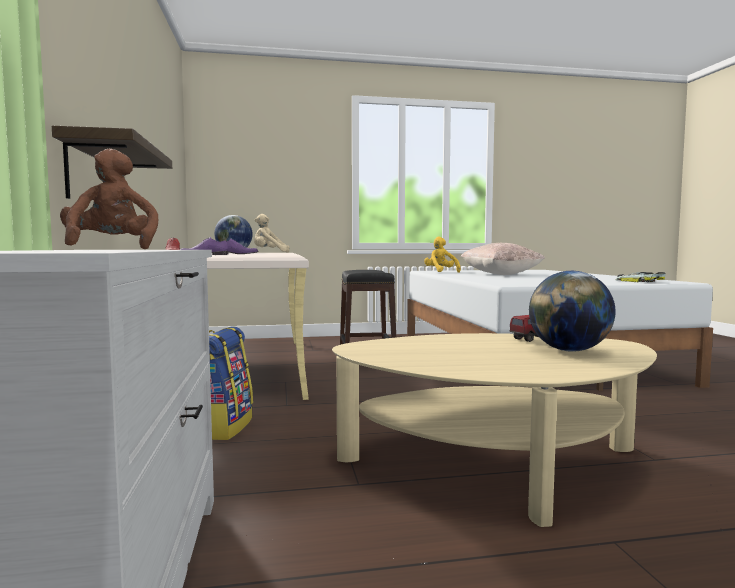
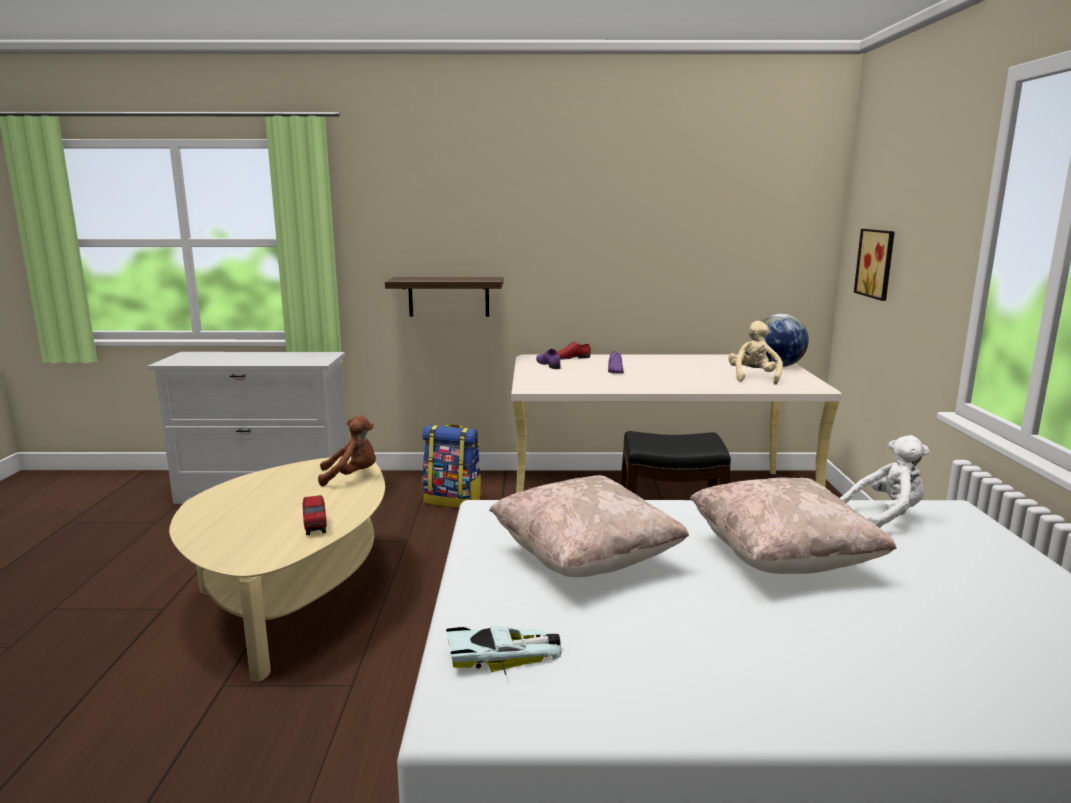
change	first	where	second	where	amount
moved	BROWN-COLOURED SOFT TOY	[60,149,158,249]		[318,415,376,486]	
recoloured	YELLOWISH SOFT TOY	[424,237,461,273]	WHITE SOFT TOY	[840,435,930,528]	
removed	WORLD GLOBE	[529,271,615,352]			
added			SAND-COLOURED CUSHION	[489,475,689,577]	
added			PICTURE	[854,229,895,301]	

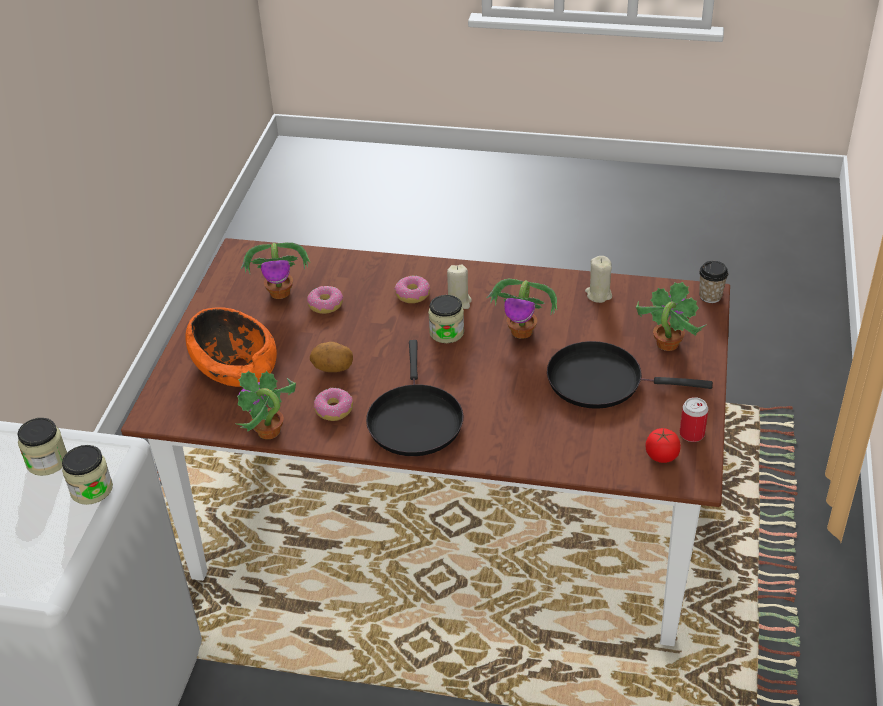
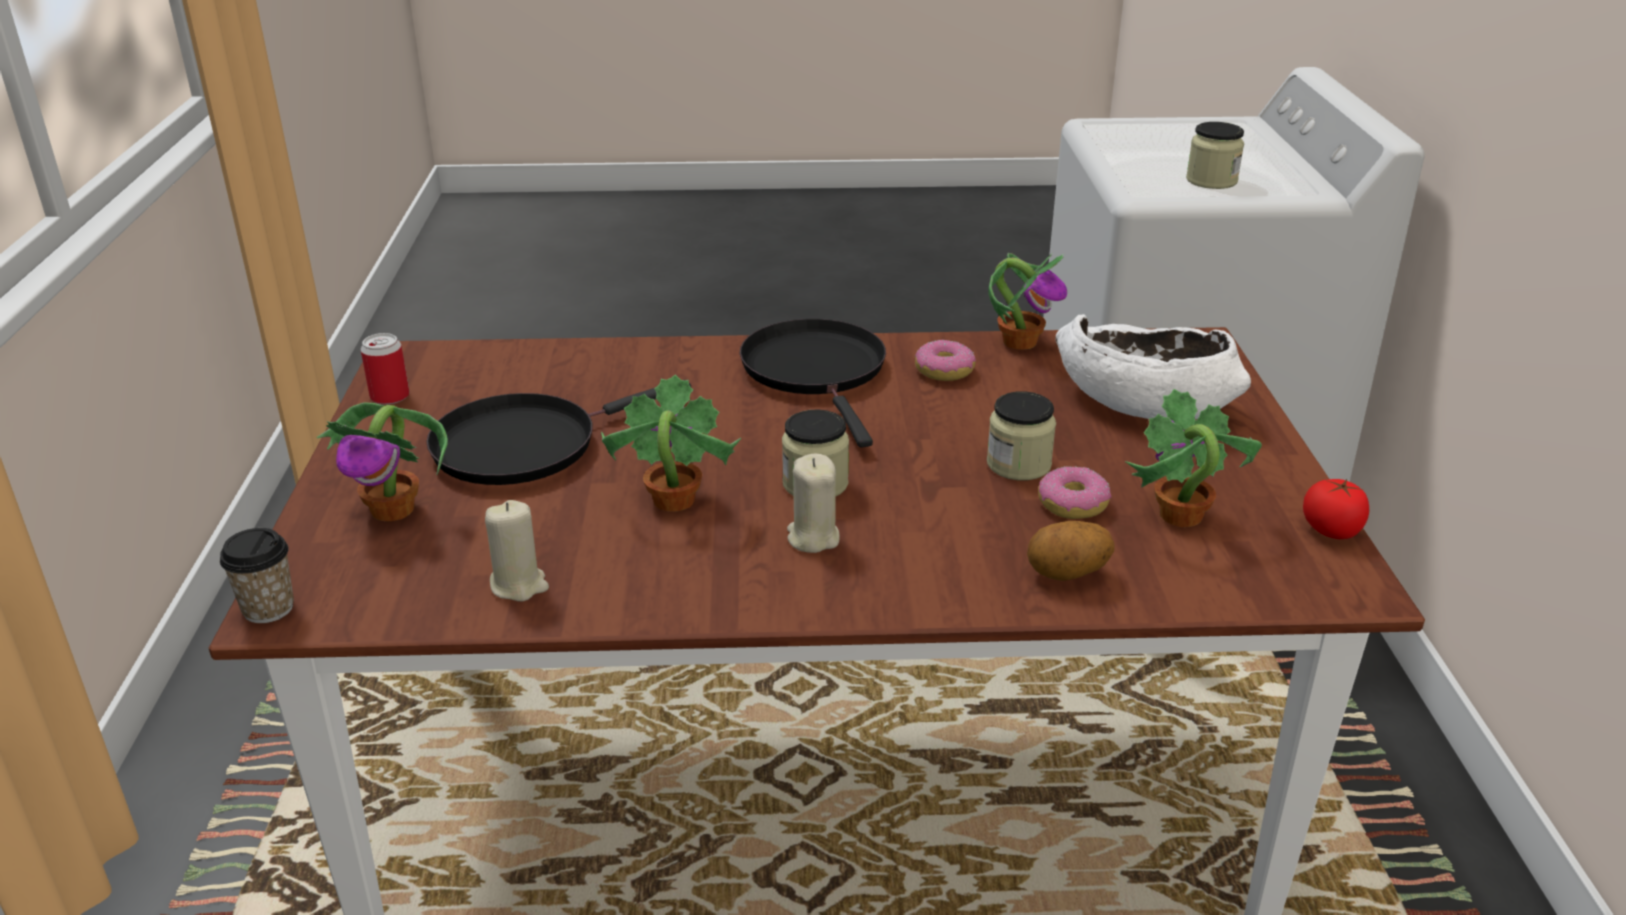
change	first	where	second	where	amount
moved	JAR	[62,445,113,505]		[987,391,1056,480]	
recoloured	ORANGE-COLOURED DEEP DISH	[185,307,277,387]	WHITE DEEP DISH	[1056,314,1251,421]	
moved	POTATO	[310,342,353,372]		[1027,521,1115,581]	
removed	RING DOUGHNUT	[394,275,430,303]			
turned	BLACK PAN	[547,341,713,409]		[426,383,691,485]	150 degrees clockwise
moved	FRESH TOMATO	[646,428,681,463]		[1303,479,1369,539]	

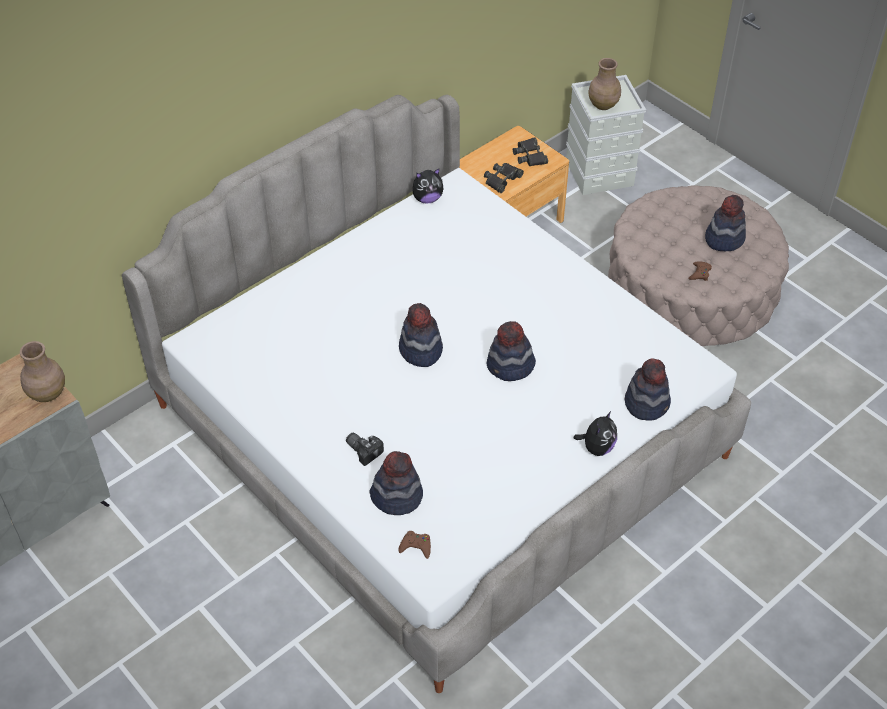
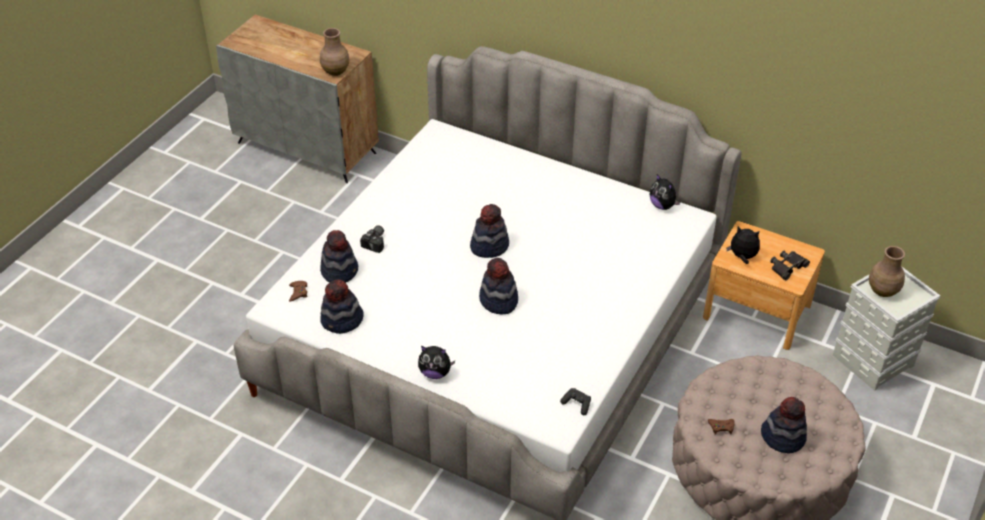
change	first	where	second	where	amount
replaced	BLACK BINOCULARS	[484,163,524,193]	SOFT TOY	[727,226,760,264]	
moved	HAT	[624,358,671,421]		[320,279,364,334]	
added			BLACK GAMEPAD	[560,388,591,415]	

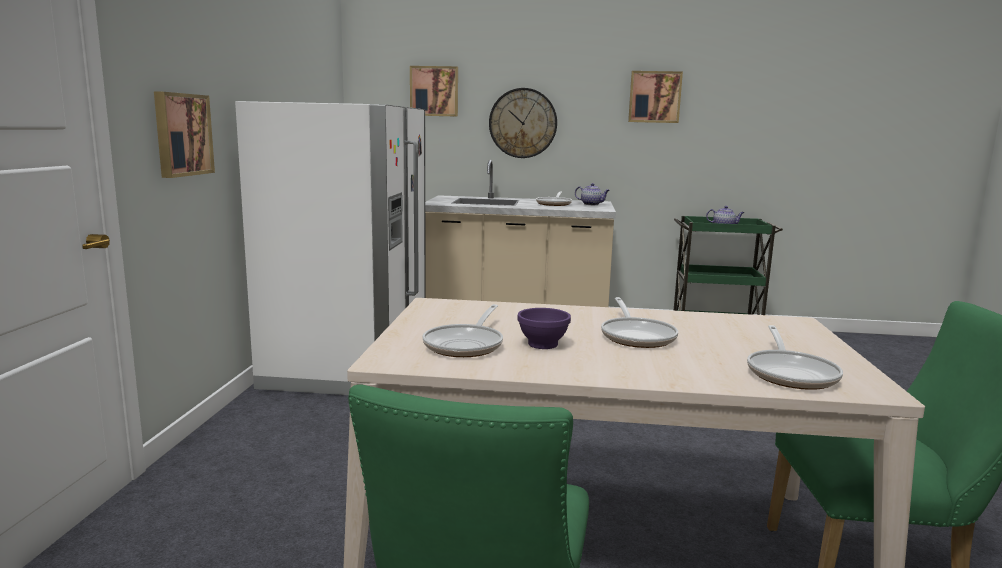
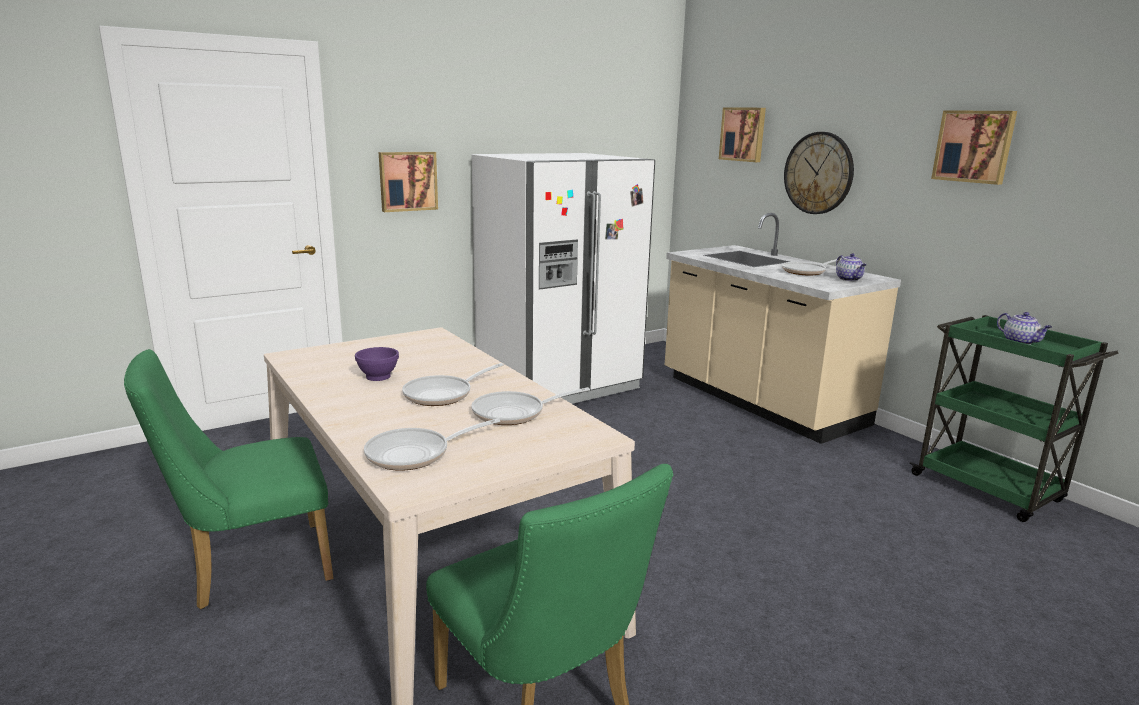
change	first	where	second	where	amount
moved	PAN	[422,304,503,357]		[472,387,590,425]	

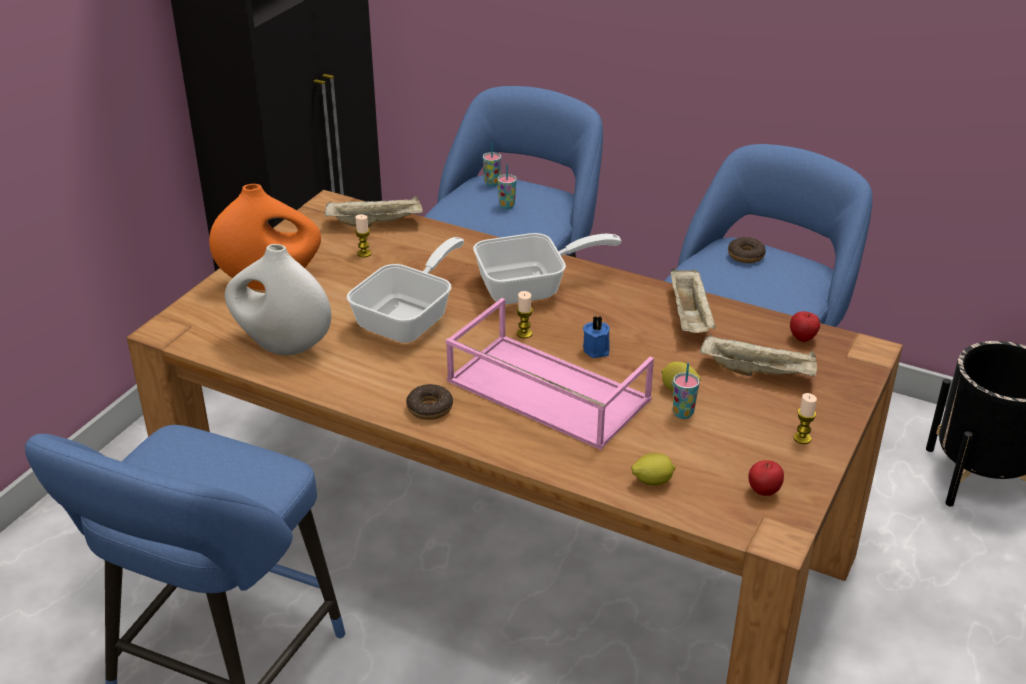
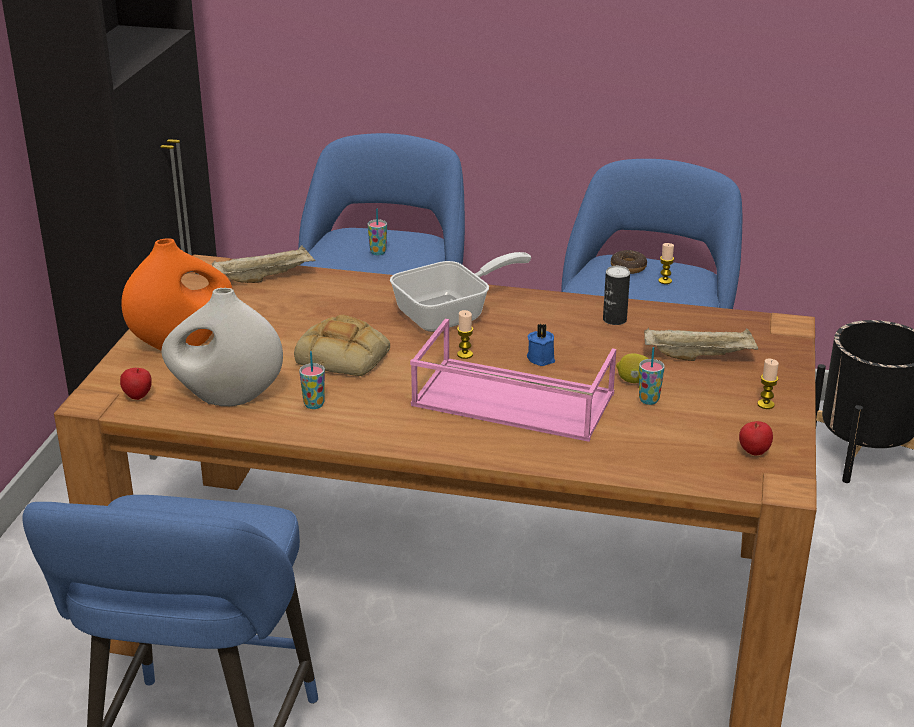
change	first	where	second	where	amount
replaced	PAN	[347,237,464,343]	BAKED BREAD	[294,314,390,377]	
moved	CANDLE	[355,214,372,257]		[658,243,674,284]	
removed	RING DOUGHNUT	[406,384,453,420]			
moved	SMALL CUP	[483,142,501,186]		[299,351,325,409]	
removed	CITRUS FRUIT	[631,453,676,486]			
replaced	SAND-COLOURED TRAY	[671,268,716,333]	SEALED CAN	[603,266,630,325]	
moved	APPLE FRUIT	[790,311,820,342]		[120,368,152,400]	

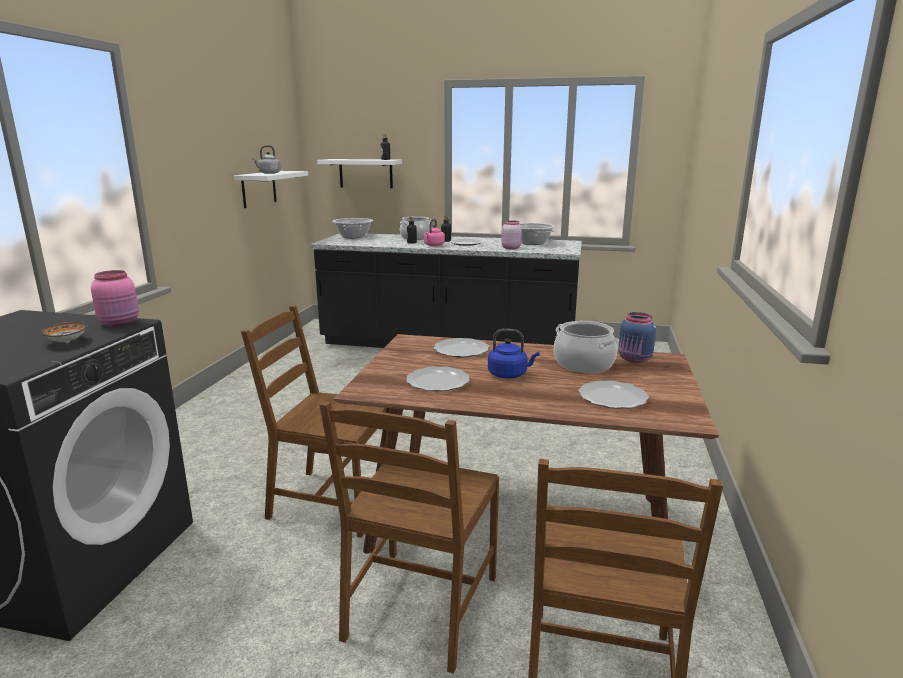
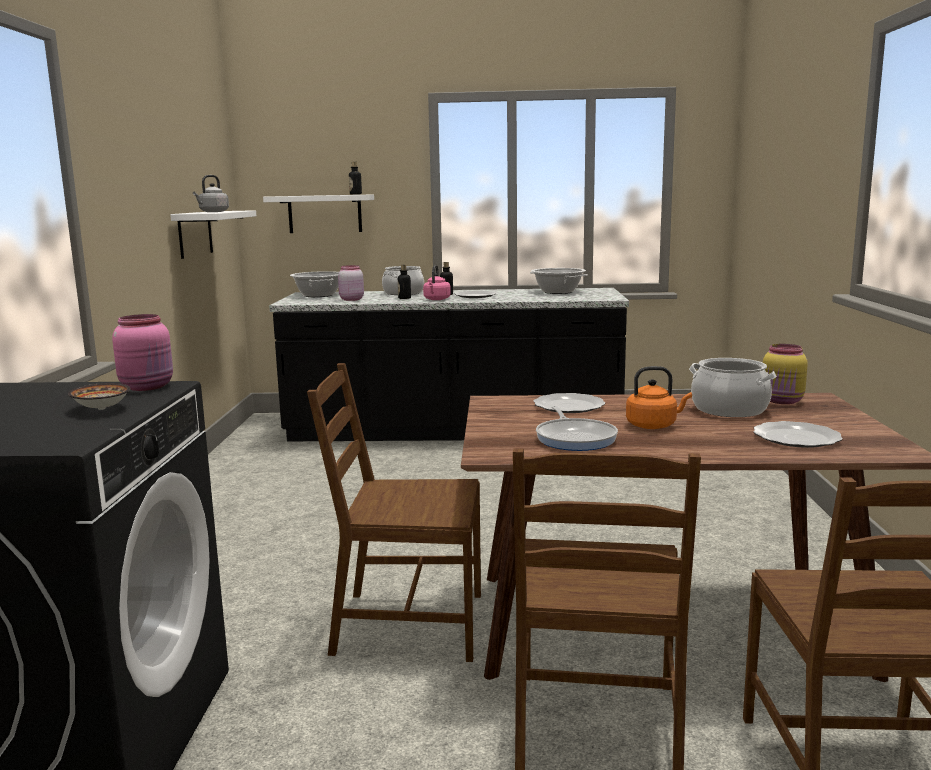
change	first	where	second	where	amount
replaced	PLATE	[406,366,470,391]	PAN	[536,406,618,451]	
recoloured	BLUE TEA KETTLE	[488,329,540,378]	ORANGE-COLOURED TEA KETTLE	[626,366,692,429]	
moved	PINK JAR	[501,220,522,249]		[338,265,364,301]	
recoloured	BLUE JAR	[618,312,656,363]	YELLOWISH JAR	[763,344,808,404]	

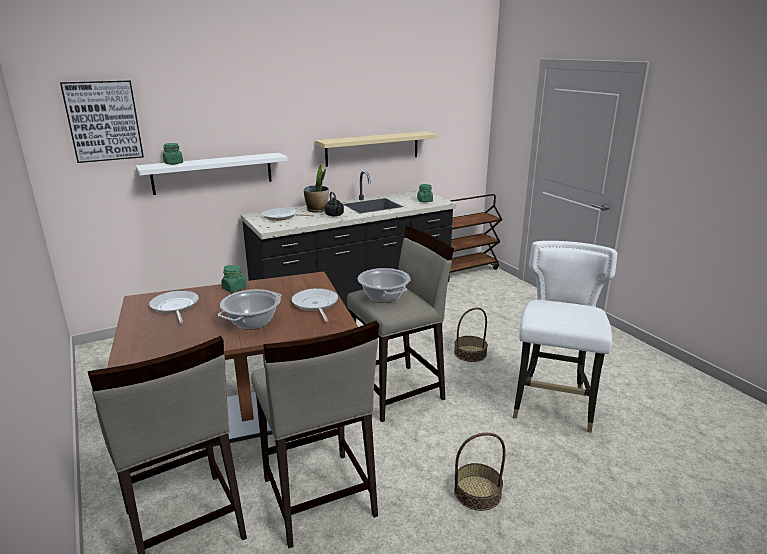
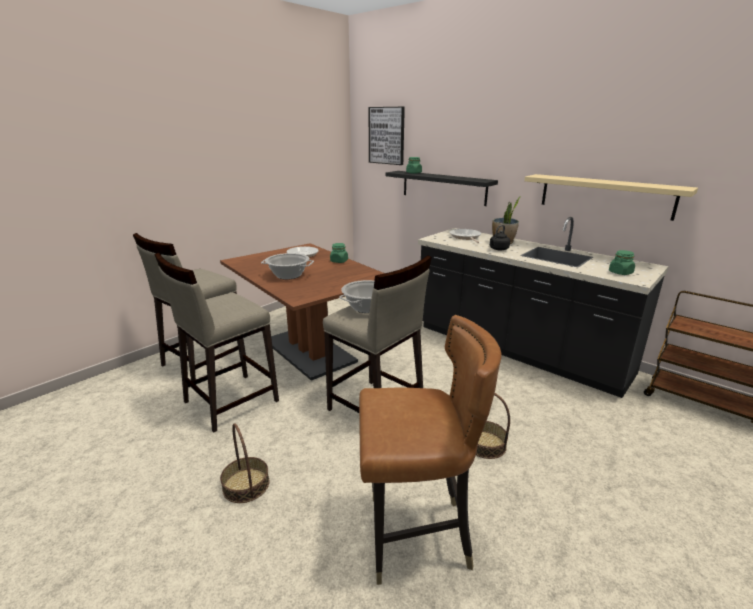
change	first	where	second	where	amount
recoloured	WHITE WALL SHELF	[136,153,288,195]	BLACK WALL SHELF	[385,171,498,206]	
removed	PAN	[292,288,338,322]			
recoloured	WHITE UPRIGHT CHAIR	[513,241,617,433]	BROWN-COLOURED UPRIGHT CHAIR	[359,315,502,585]	

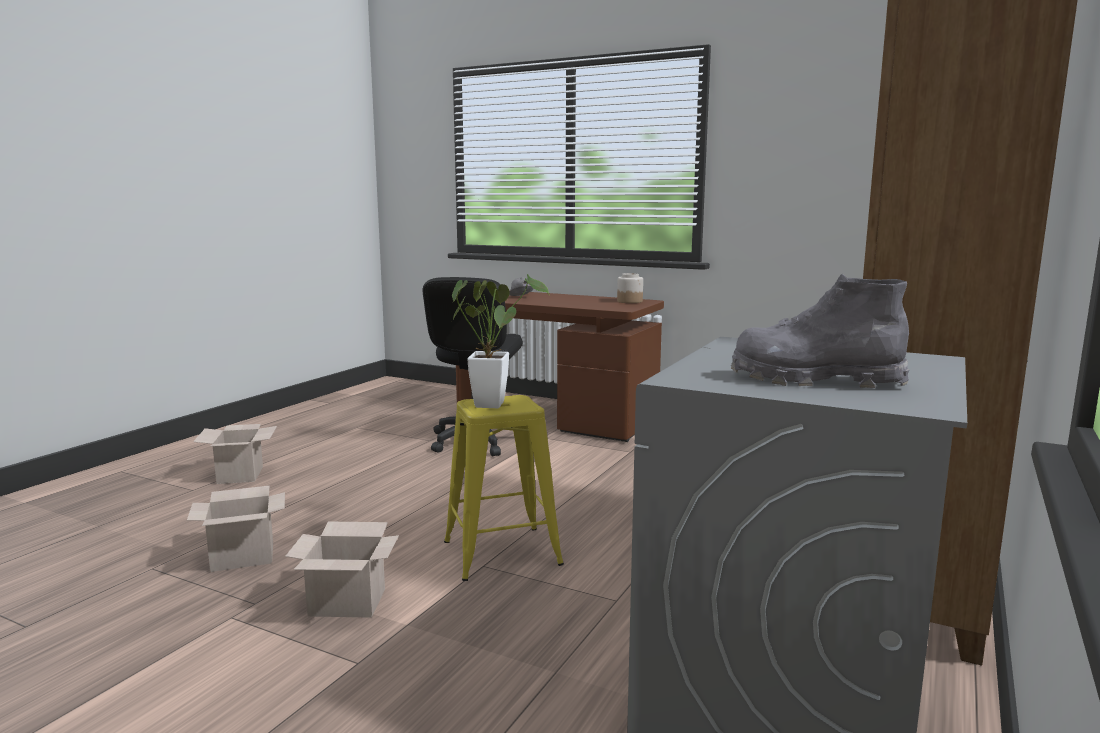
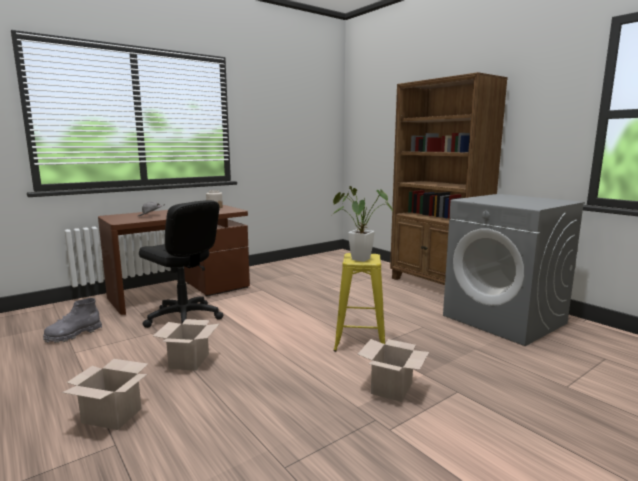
change	first	where	second	where	amount
moved	CARTON	[187,486,285,572]		[153,319,219,371]	
moved	GRAY HIGH-TOP BOOT	[731,274,909,388]		[43,298,102,343]	

